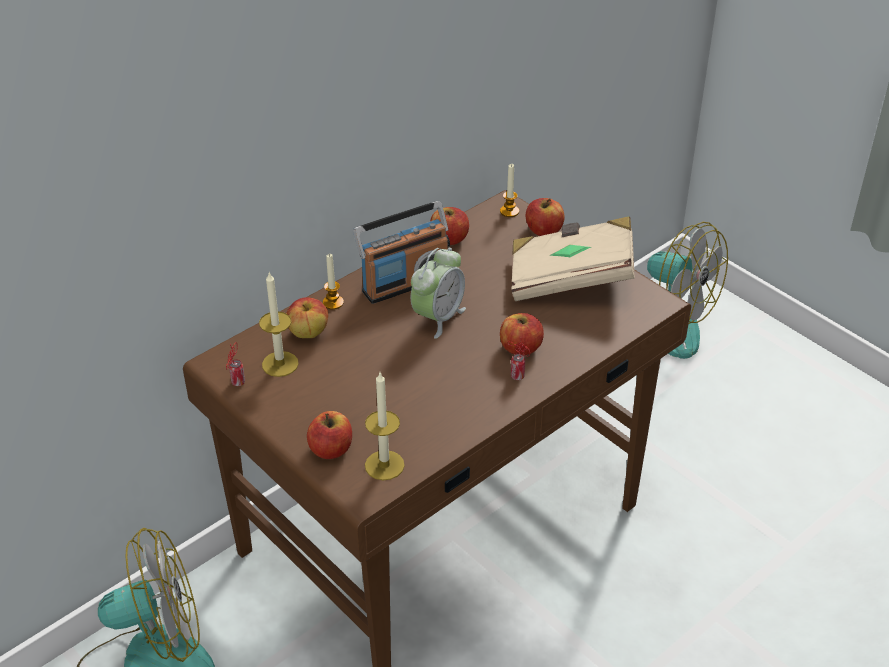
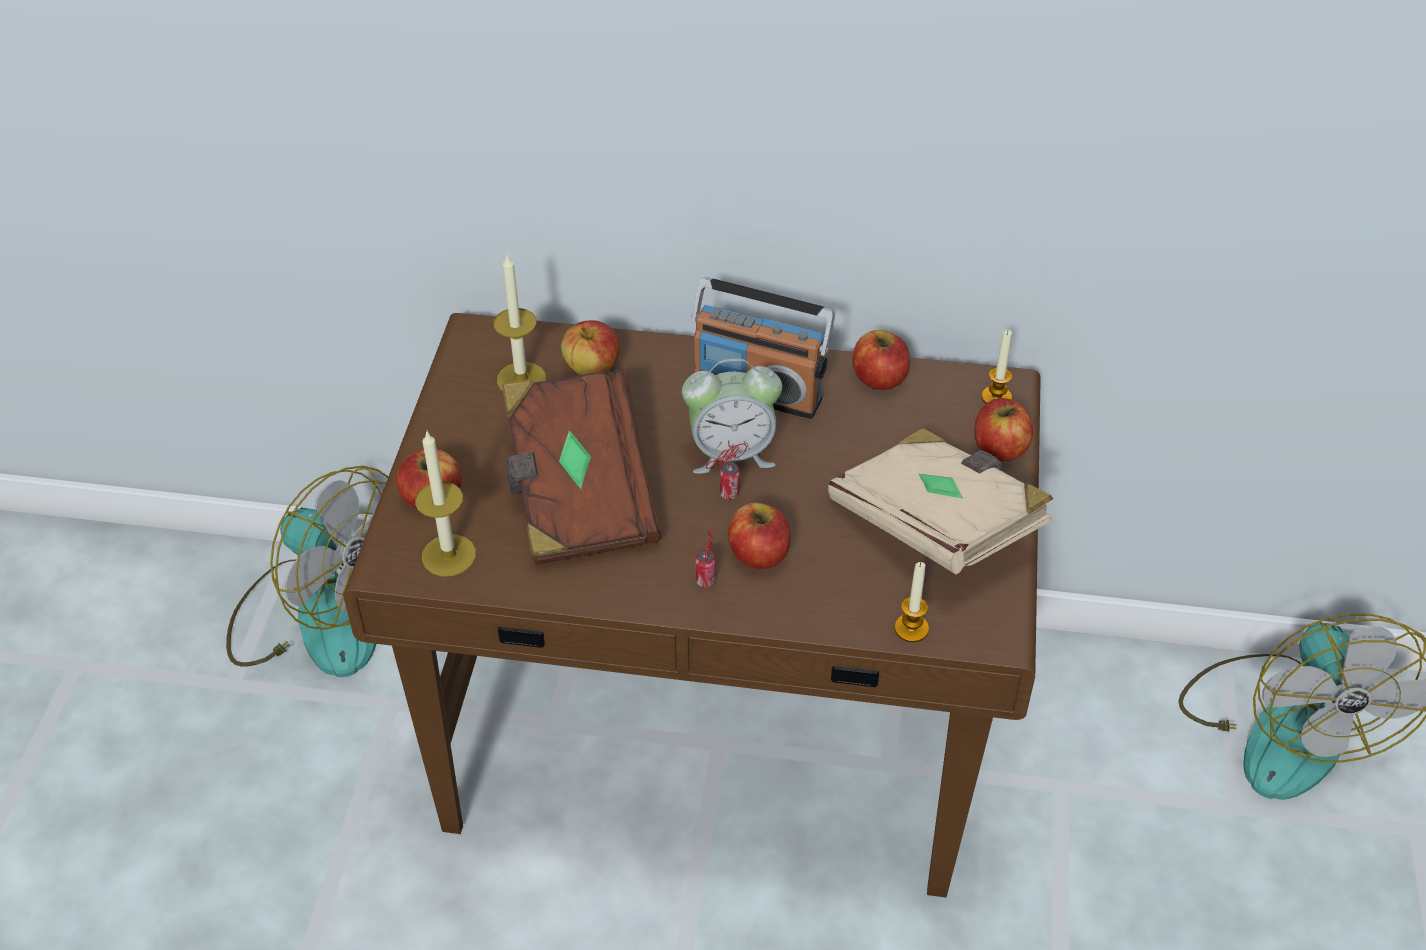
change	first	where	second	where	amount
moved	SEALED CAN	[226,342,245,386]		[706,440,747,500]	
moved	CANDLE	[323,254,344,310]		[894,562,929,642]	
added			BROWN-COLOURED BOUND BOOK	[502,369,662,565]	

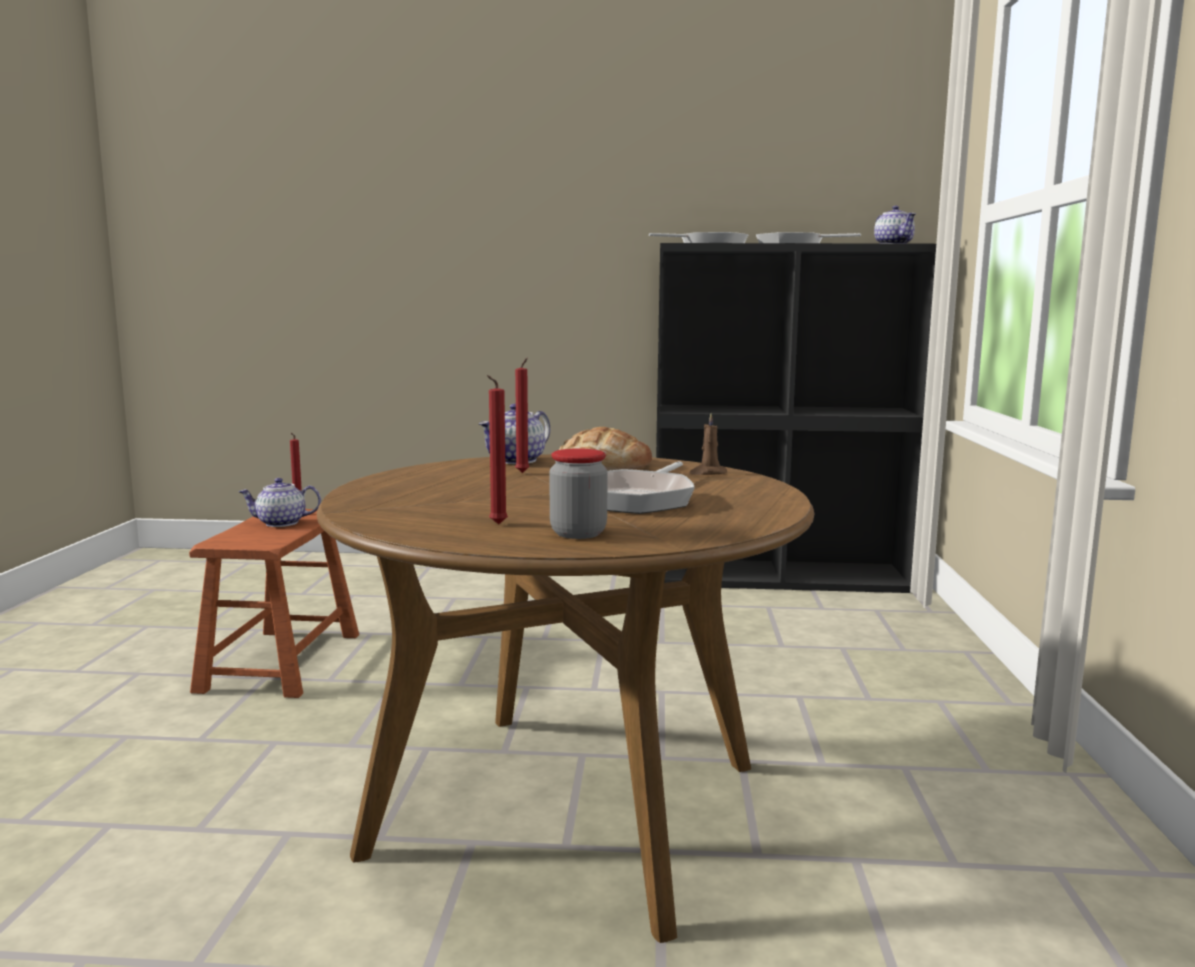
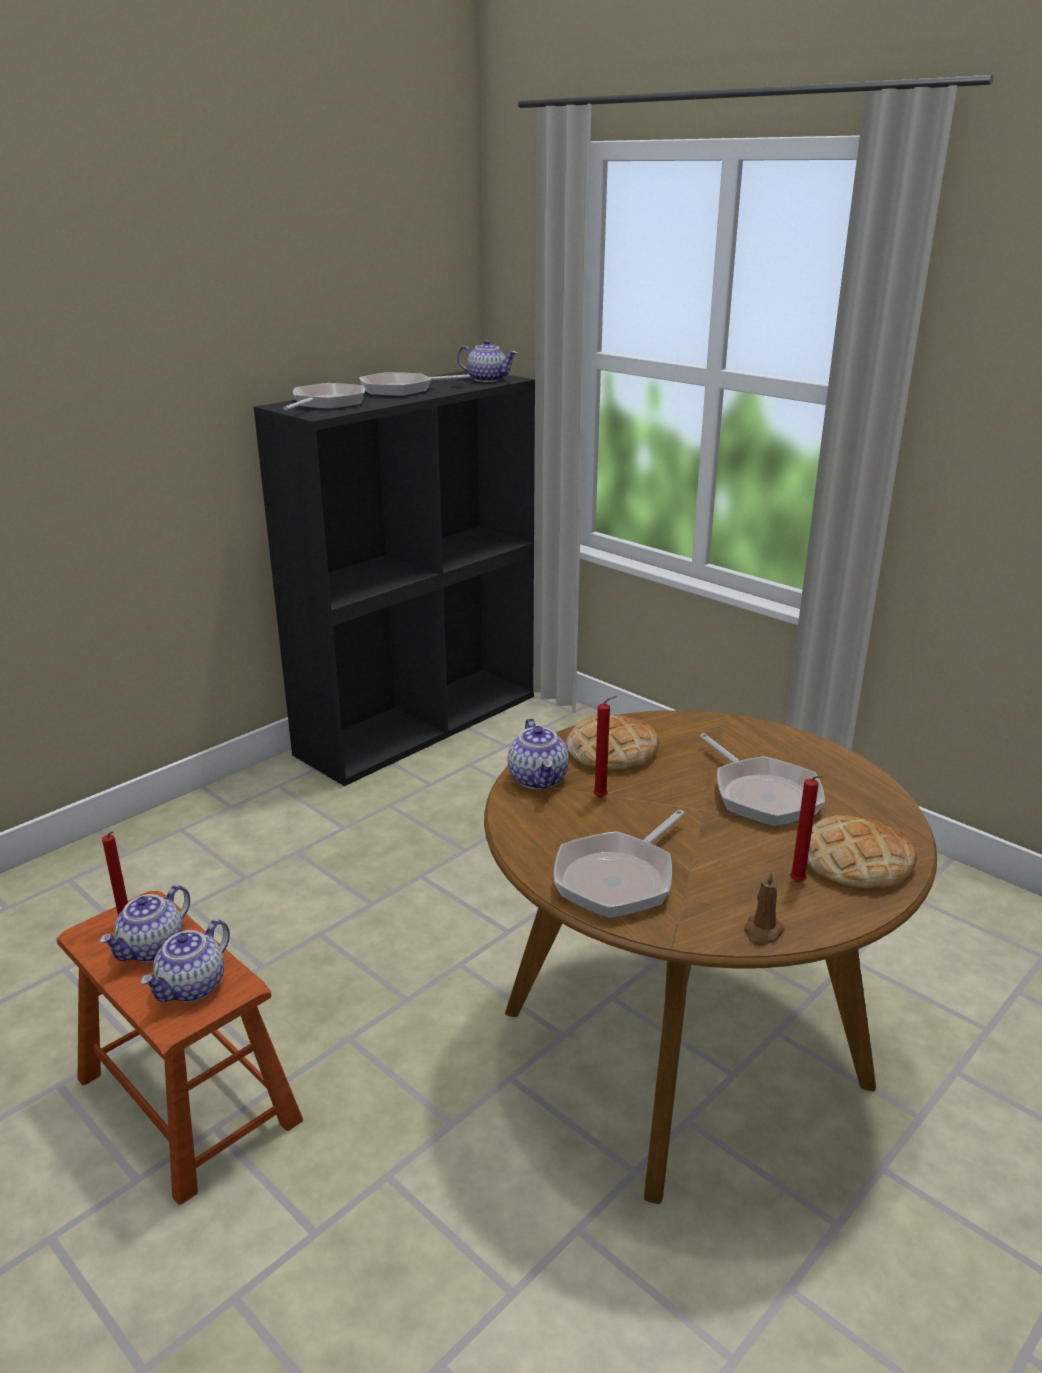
change	first	where	second	where	amount
replaced	JAR	[550,448,608,539]	BAKED BREAD	[807,815,917,890]	
moved	BROWN-COLOURED CANDLE	[689,413,727,475]		[744,871,785,946]	
added			TEAPOT	[140,919,230,1002]	
added			PAN	[553,810,685,918]	

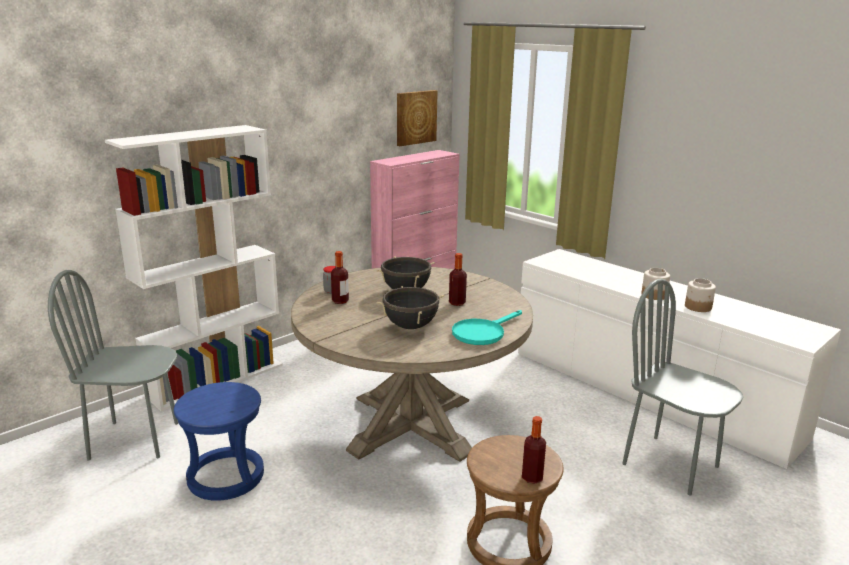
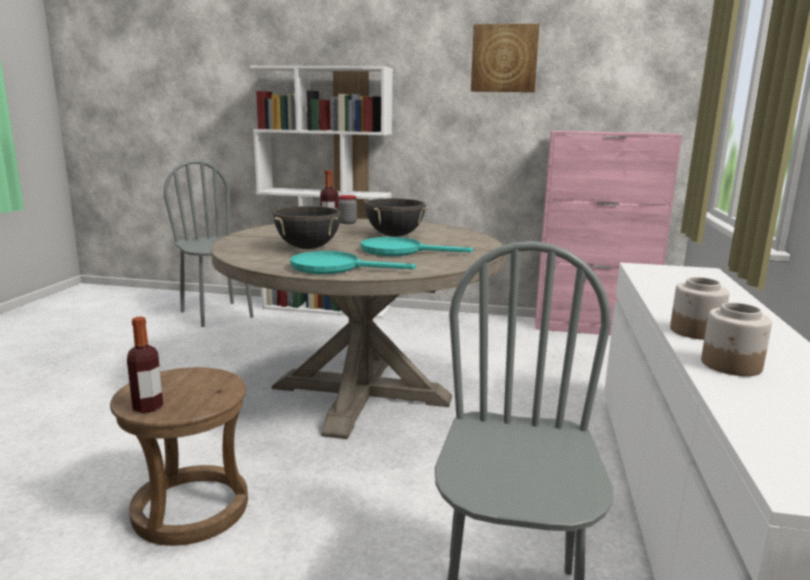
change	first	where	second	where	amount
removed	BLUE SITTING STOOL	[174,382,264,501]			
moved	PICTURE	[397,90,438,146]		[471,24,539,92]	
replaced	BOTTLE	[449,253,467,306]	TURQUOISE-COLOURED PAN	[361,237,473,256]	

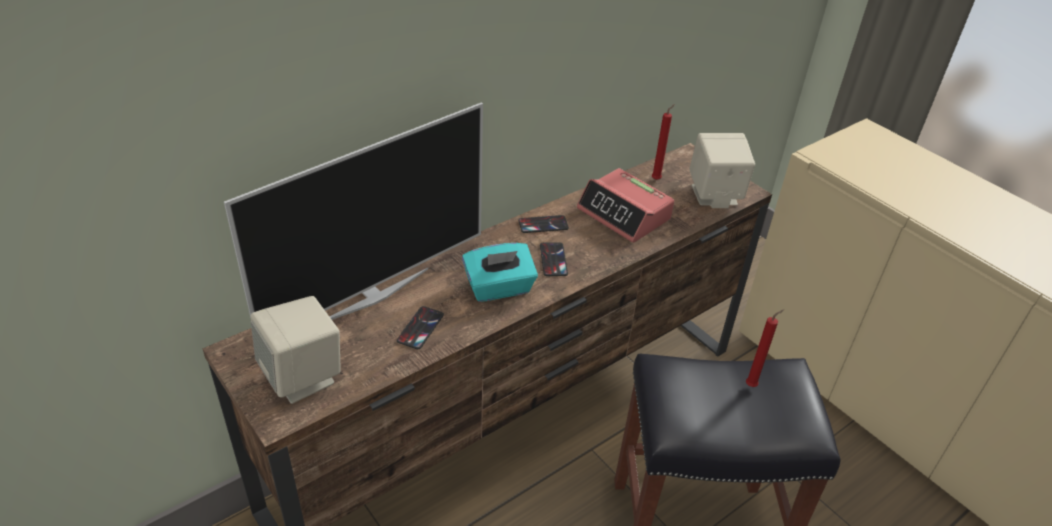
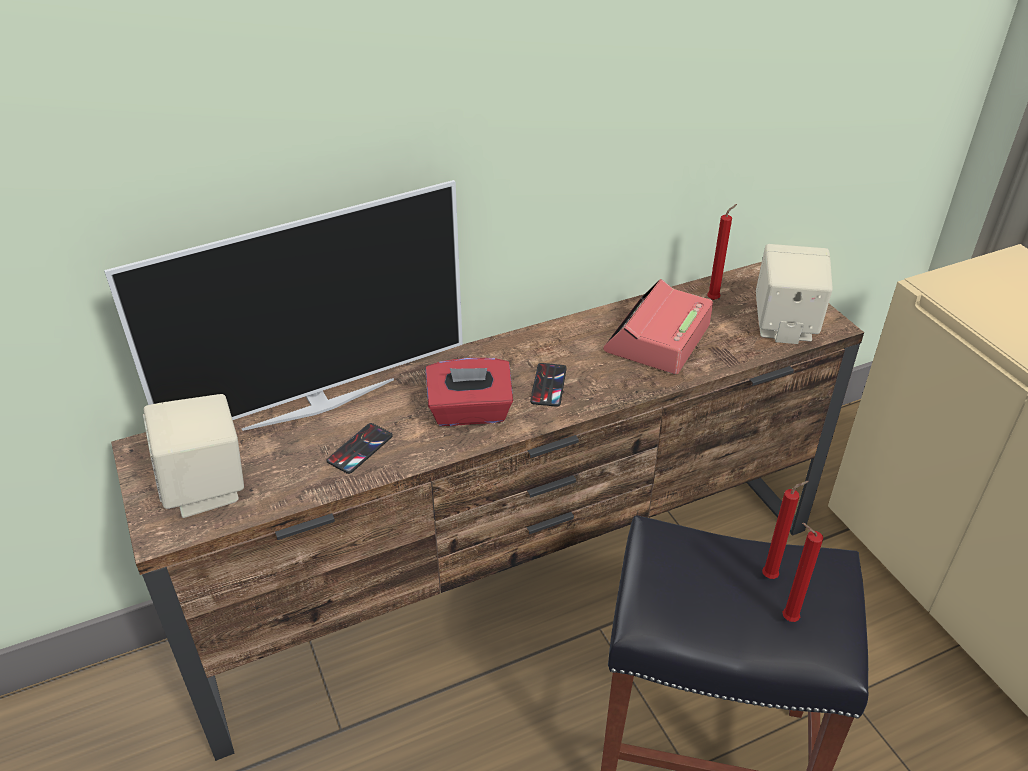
change	first	where	second	where	amount
recoloured	TURQUOISE-COLOURED BOX OF TISSUES	[462,243,538,302]	REDDISH BOX OF TISSUES	[426,358,513,426]	
removed	HANDSET	[518,215,569,233]			
turned	BEDSIDE CLOCK	[577,168,674,243]		[603,279,713,374]	60 degrees clockwise
added			REDDISH CANDLE	[782,523,823,622]	

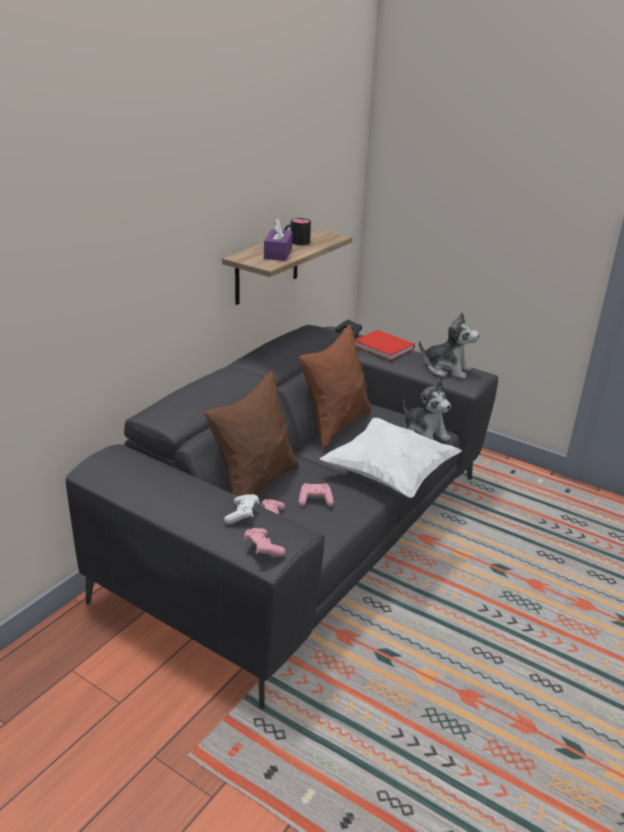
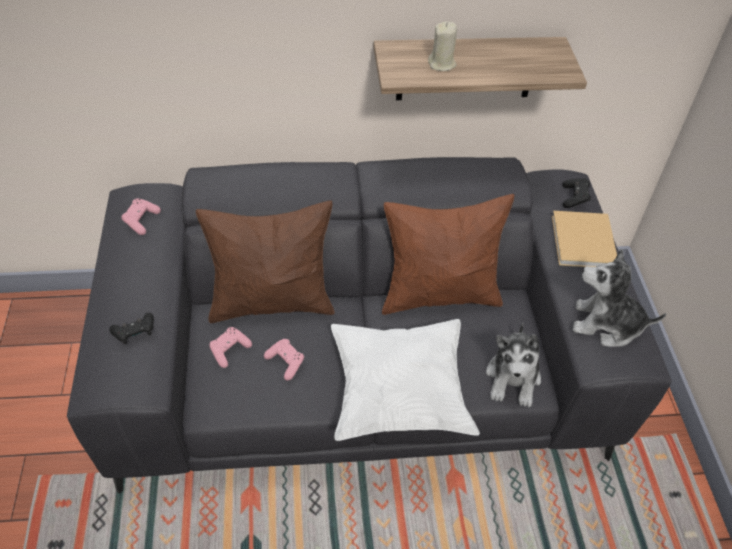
change	first	where	second	where	amount
recoloured	WHITE GAMEPAD	[224,494,260,524]	BLACK GAMEPAD	[109,313,154,344]	
moved	PINK GAMEPAD	[244,528,285,557]		[121,198,161,235]	
replaced	PURPLISH BOX OF TISSUES	[264,218,293,261]	SAND-COLOURED CANDLE	[428,21,457,71]	
removed	BLACK TEA MUG	[284,218,311,245]			
recoloured	REDDISH BOUND BOOK	[355,330,415,360]	SAND-COLOURED BOUND BOOK	[552,211,617,267]	
turned	SOFT TOY	[419,312,479,379]		[573,249,666,347]	120 degrees clockwise

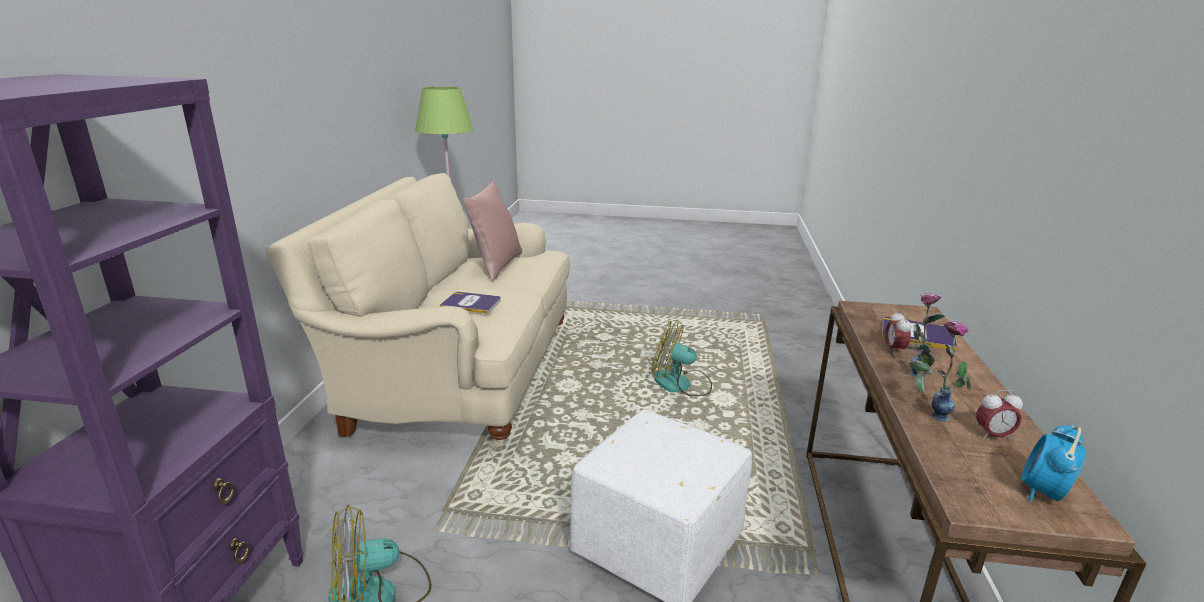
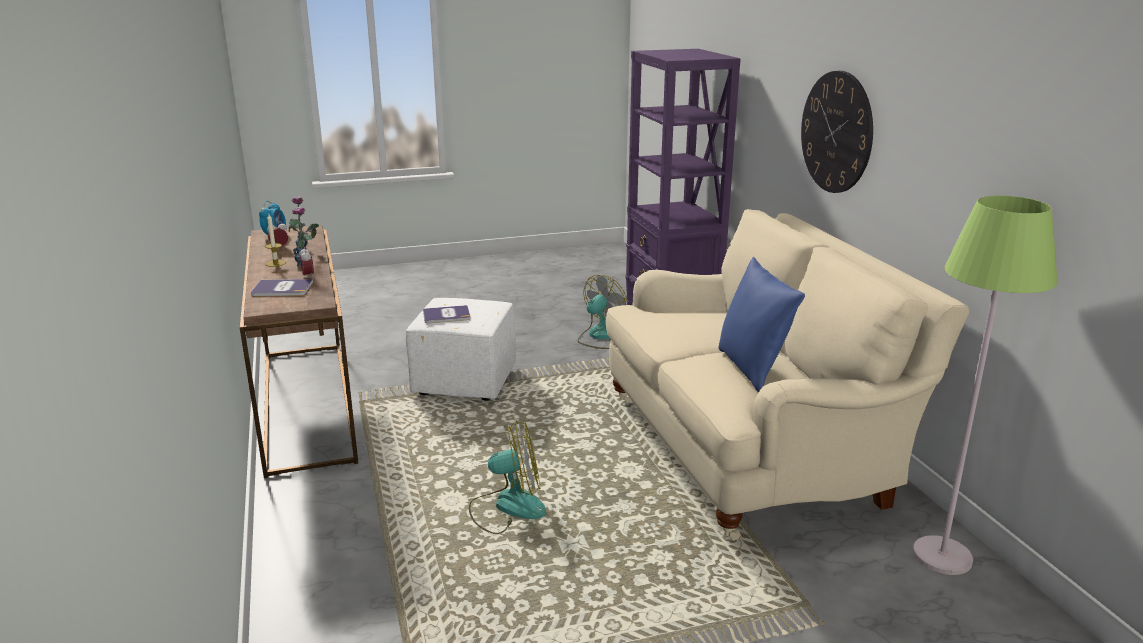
change	first	where	second	where	amount
moved	BOUND BOOK	[440,292,501,314]		[423,305,470,323]	
recoloured	PINK CUSHION	[463,181,522,281]	BLUE CUSHION	[718,257,805,392]	
added			CANDLE	[265,214,286,267]	
added			HANGING CLOCK	[801,71,873,193]	

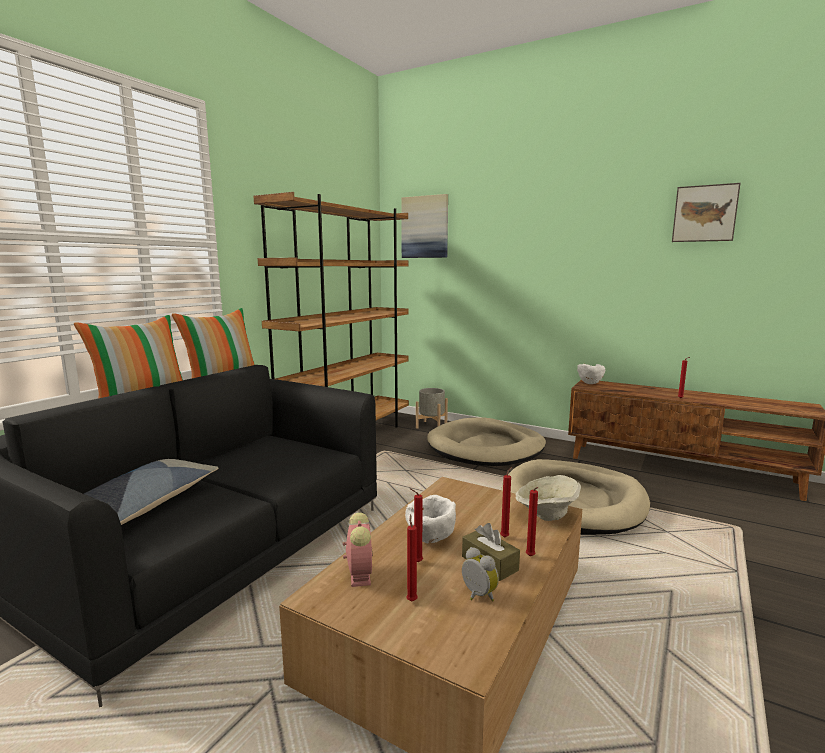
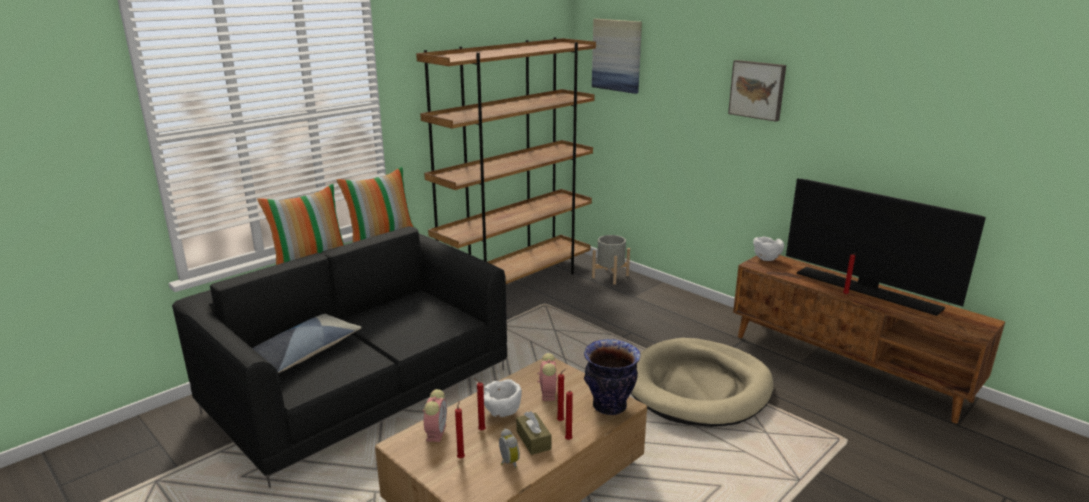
change	first	where	second	where	amount
removed	SAND-COLOURED DOG BED	[427,417,546,466]			
replaced	SAND-COLOURED DEEP DISH	[516,475,581,521]	VASE	[584,339,641,415]	
moved	PICTURE	[672,183,741,242]		[728,60,786,122]	
added			BEDSIDE CLOCK	[537,353,557,401]	
added			TELEVISION	[786,178,986,316]	

